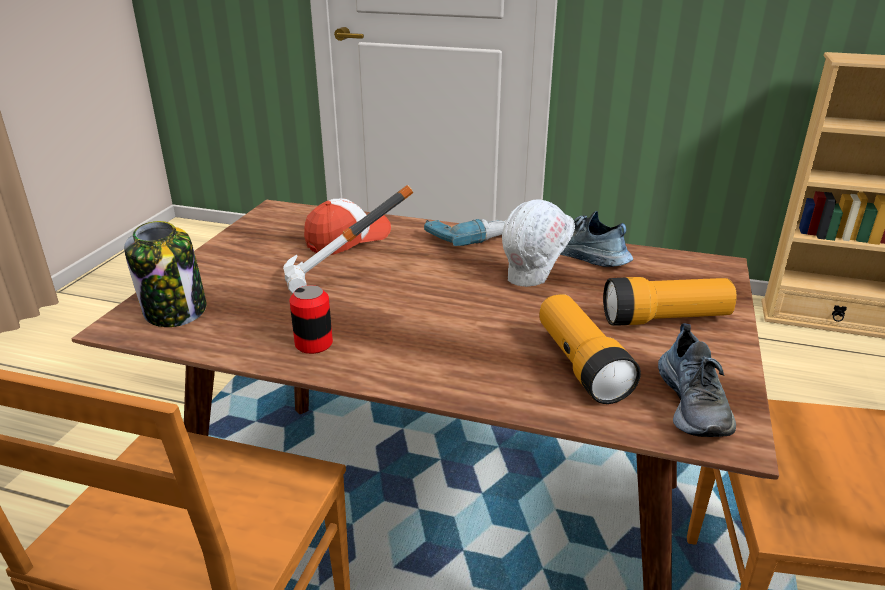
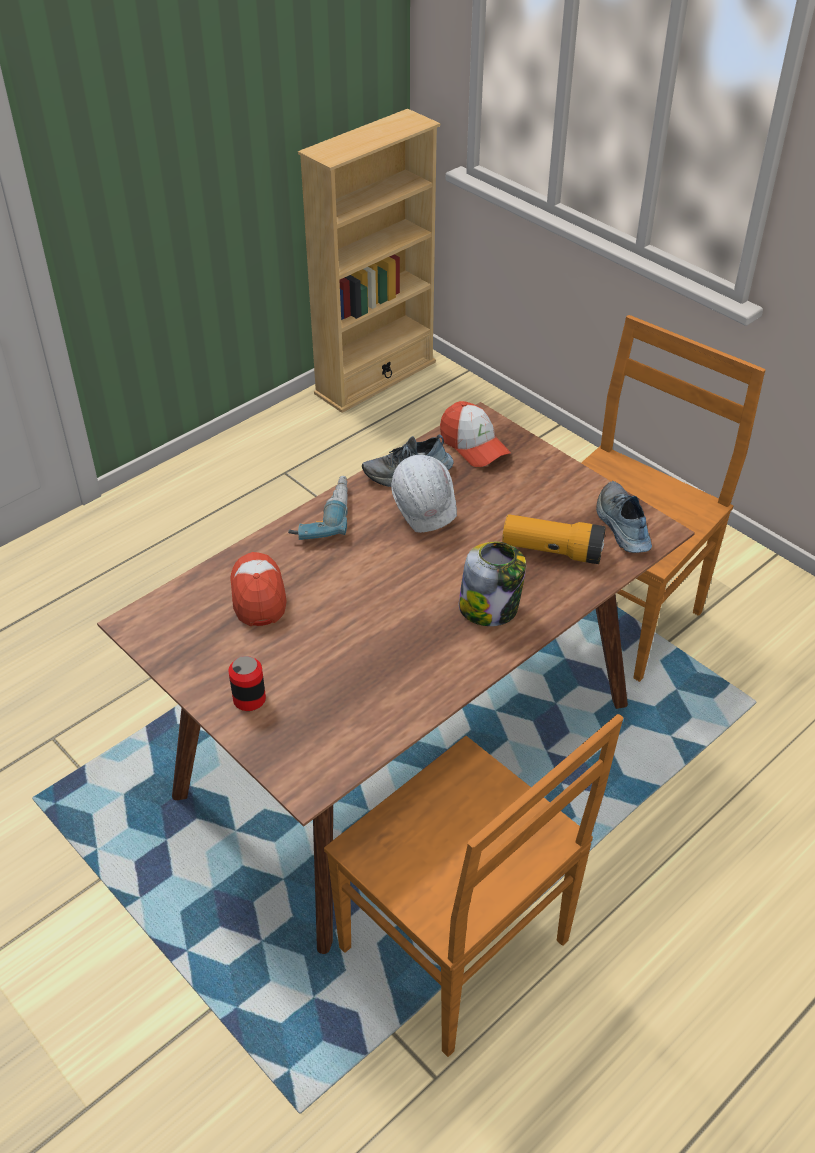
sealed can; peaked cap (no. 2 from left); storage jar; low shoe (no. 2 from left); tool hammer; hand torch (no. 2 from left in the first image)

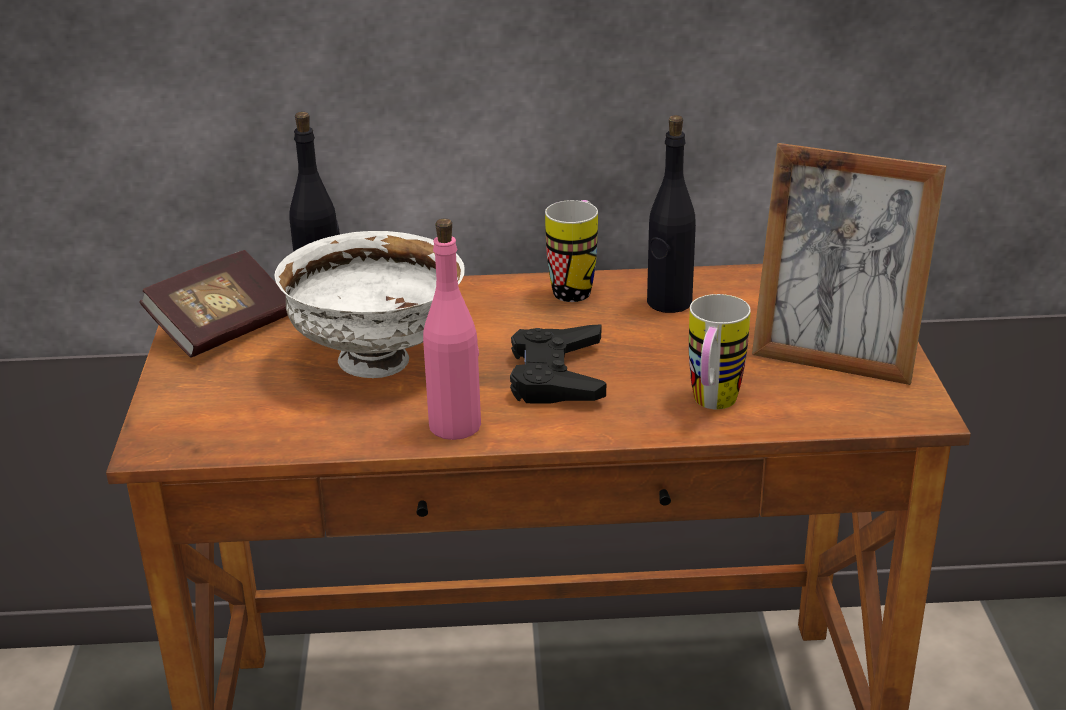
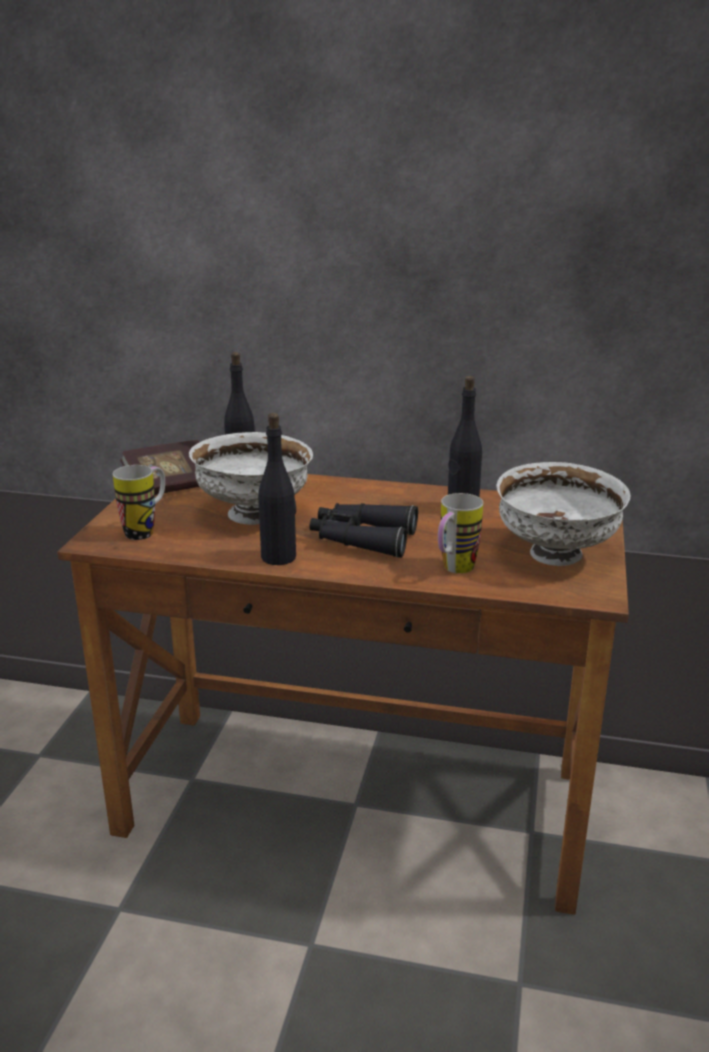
coffee mug (no. 1 from left); blackish beverage bottle (no. 2 from left); blackish field glasses; white-coloured deep dish (no. 2 from left)

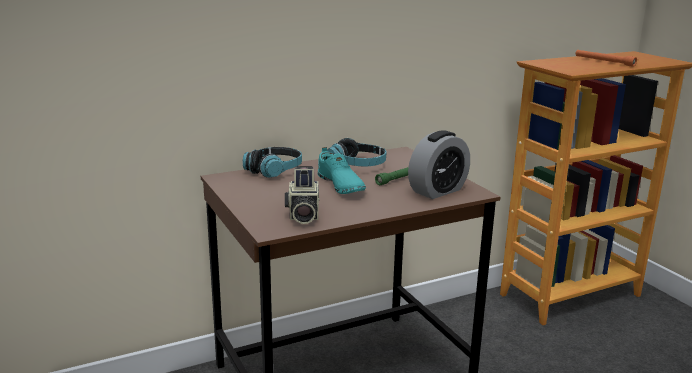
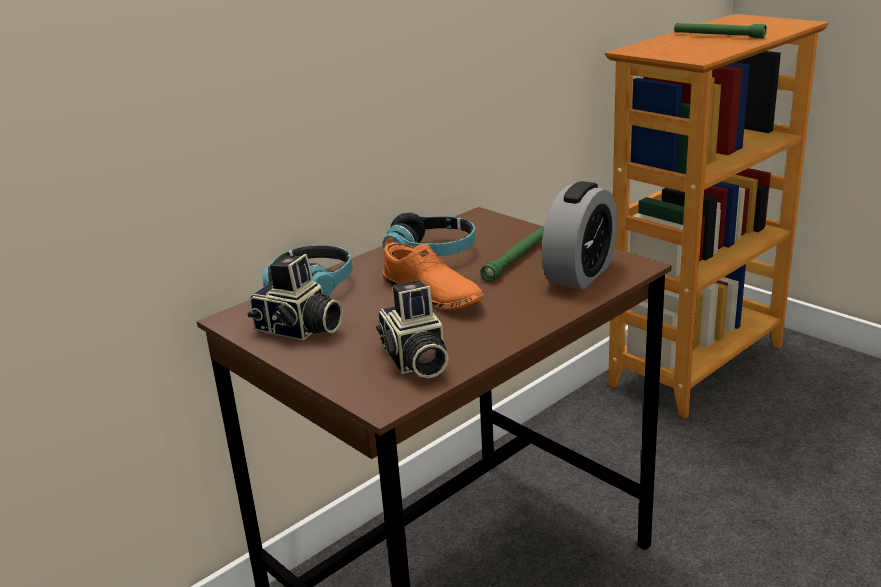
photo camera (no. 1 from left); orangey low shoe; green-coloured hand torch (no. 2 from left)

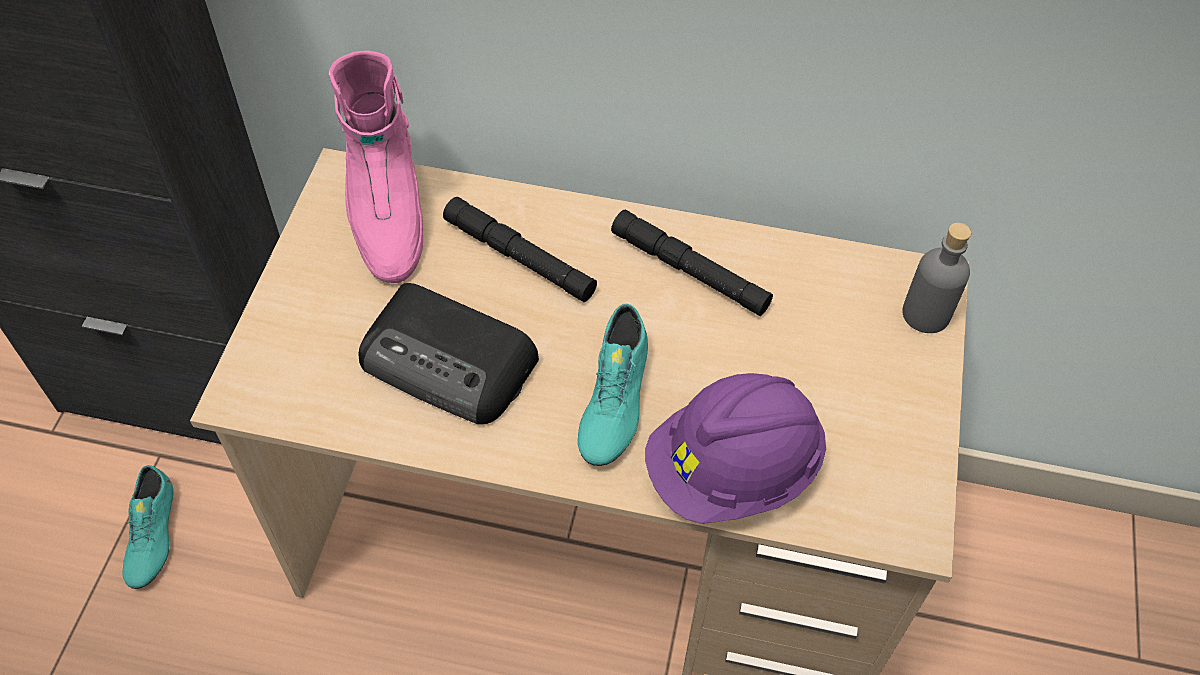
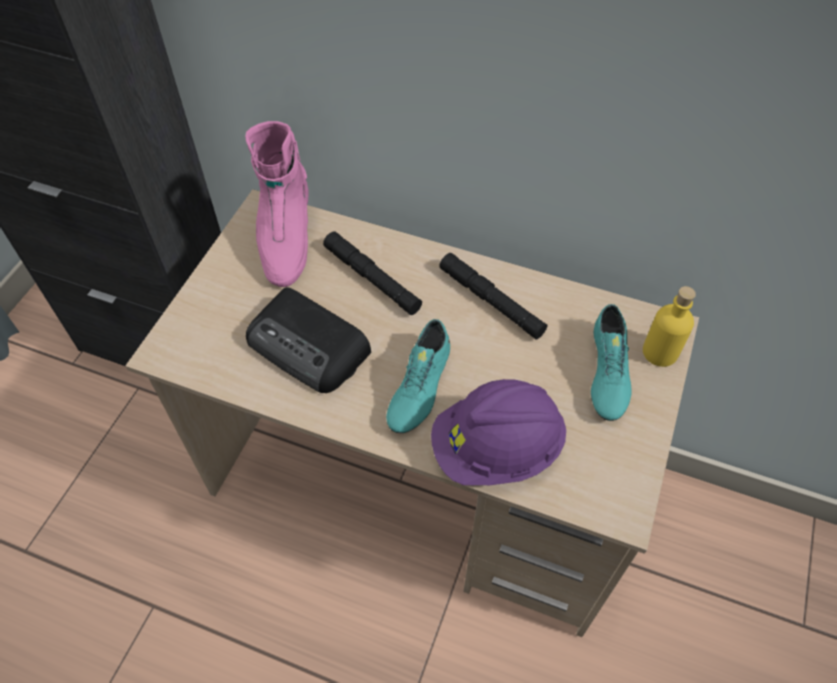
turquoise low shoe (no. 2 from left); yellow beverage bottle

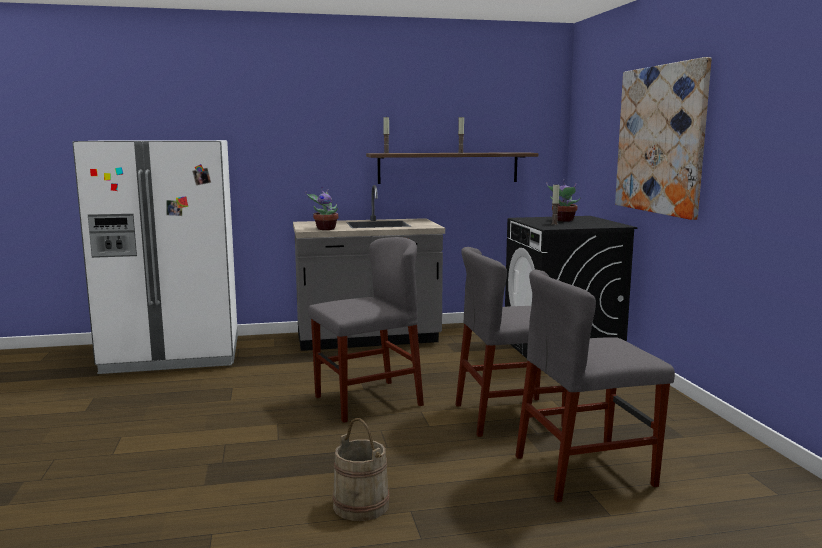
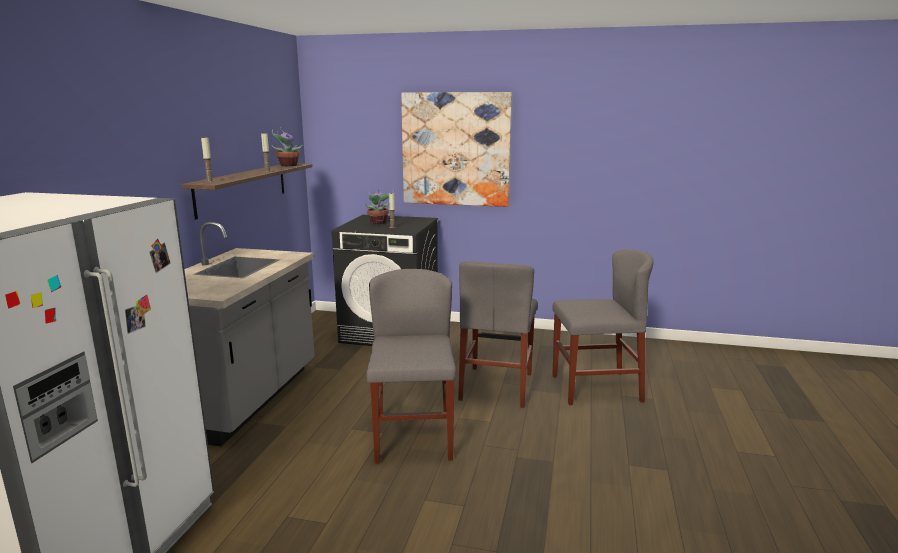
potted plant (no. 1 from left); grey plain chair (no. 3 from left); beige water bucket

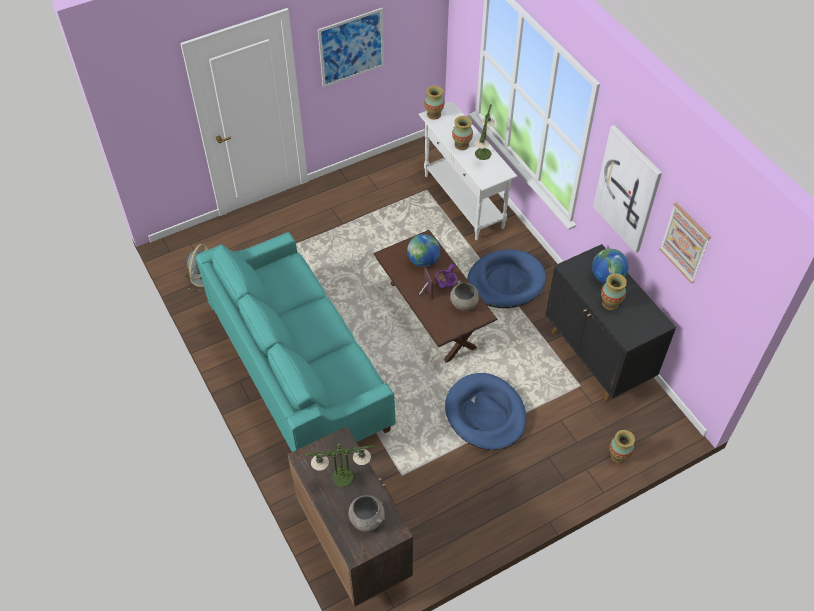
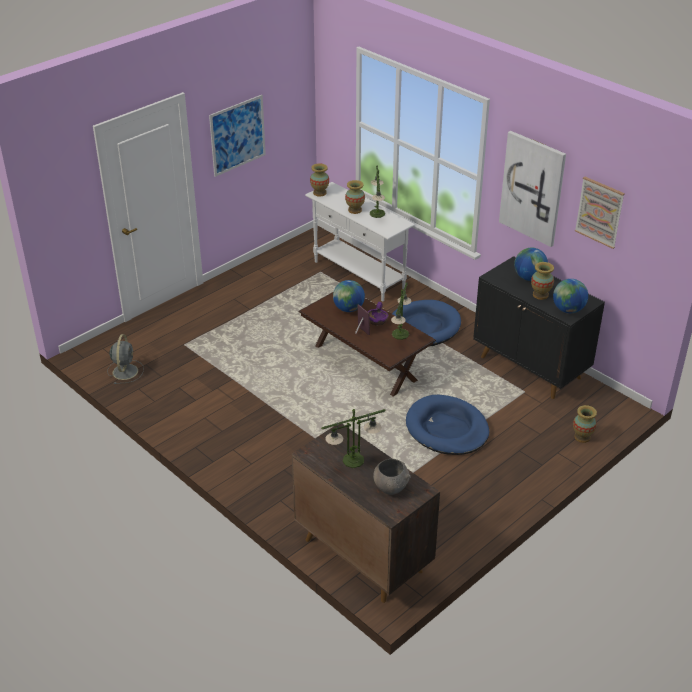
table lamp (no. 3 from left); world globe (no. 3 from left); turquoise sofa

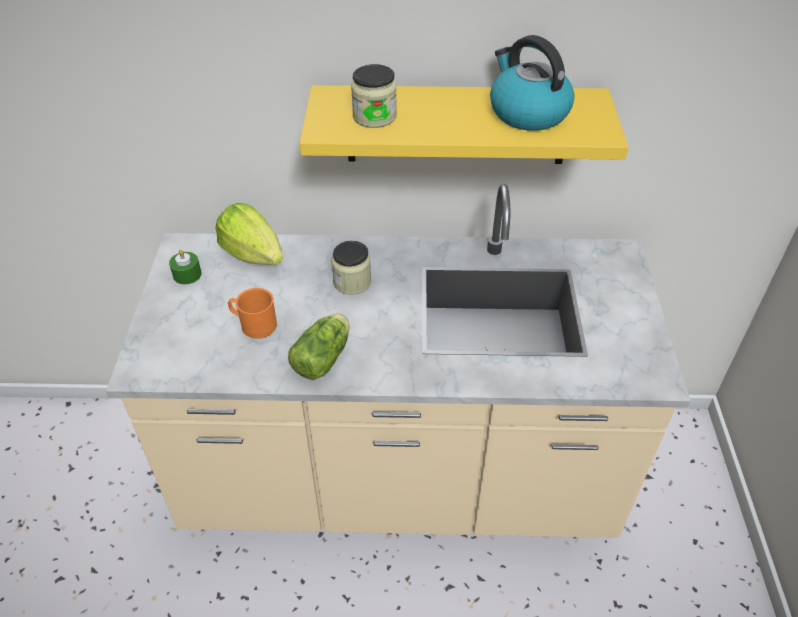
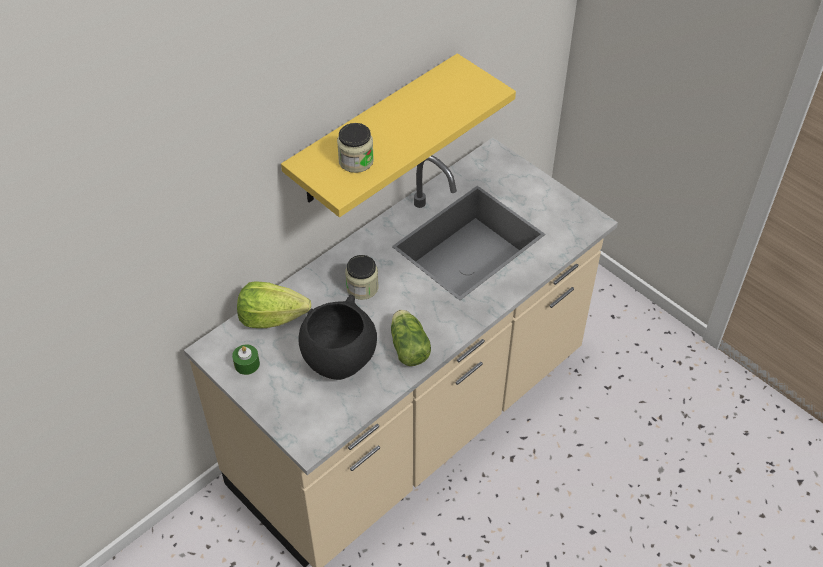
blackish deep dish; tea kettle

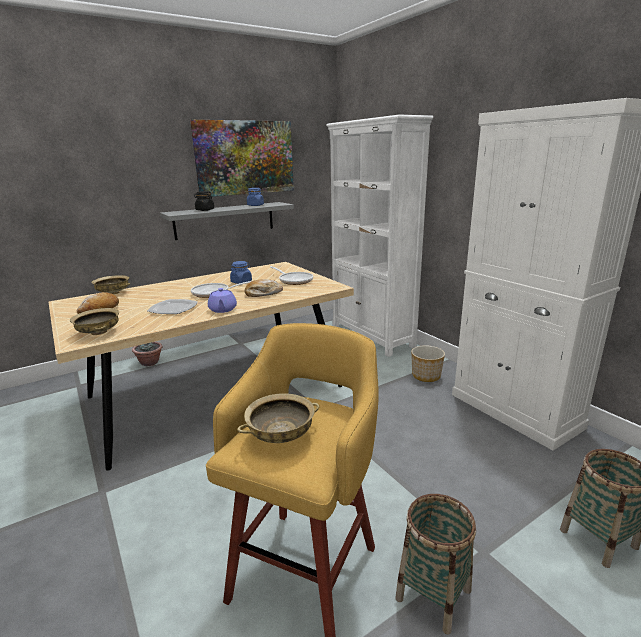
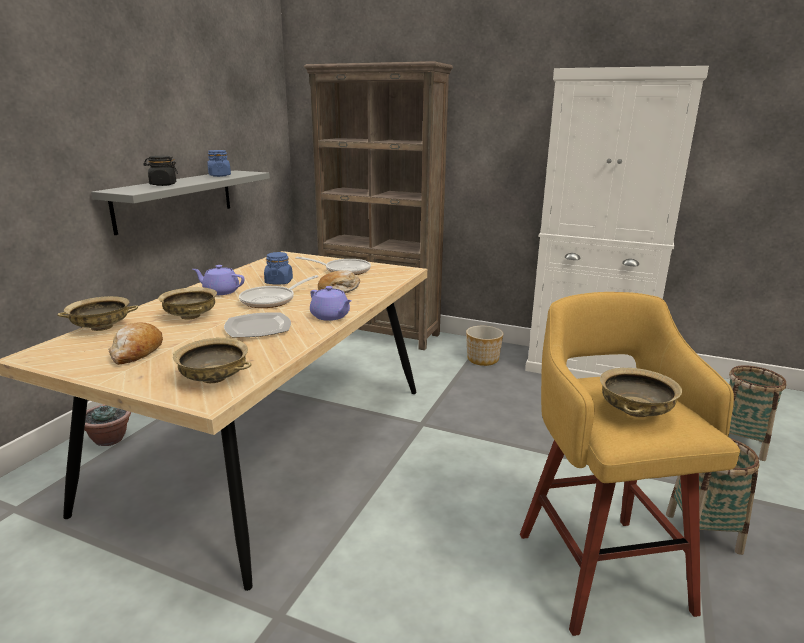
beige deep dish (no. 2 from left); purple-coloured tea pot (no. 1 from left); brownish shelving unit; wall art

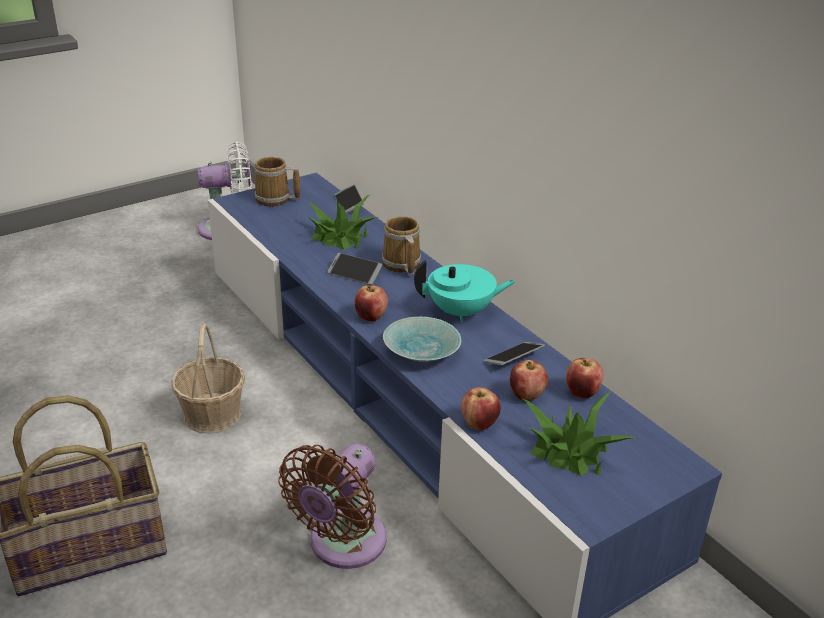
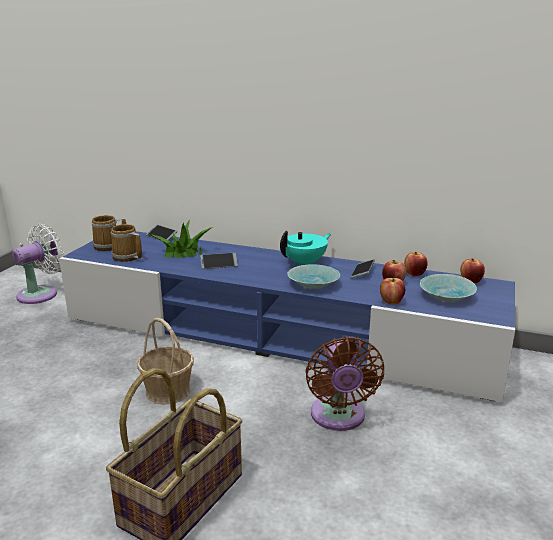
coffee mug (no. 2 from left); turquoise deep dish (no. 2 from left); apple (no. 4 from left)

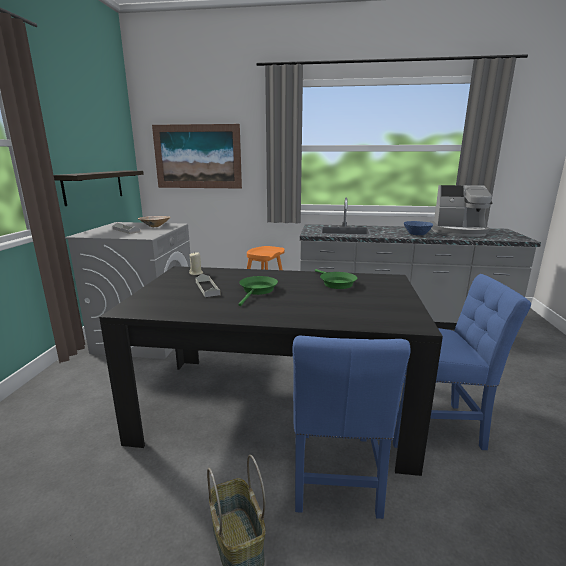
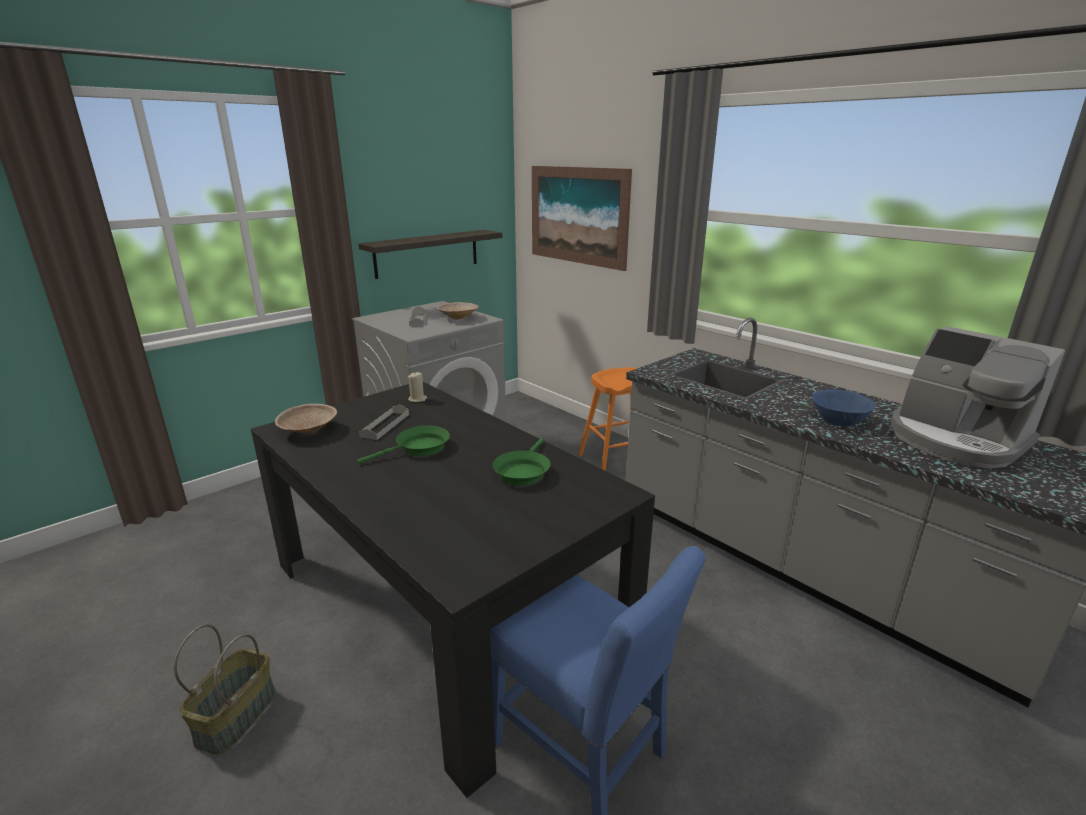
beige deep dish (no. 1 from left); blue-coloured plain chair (no. 1 from left in the first image)

